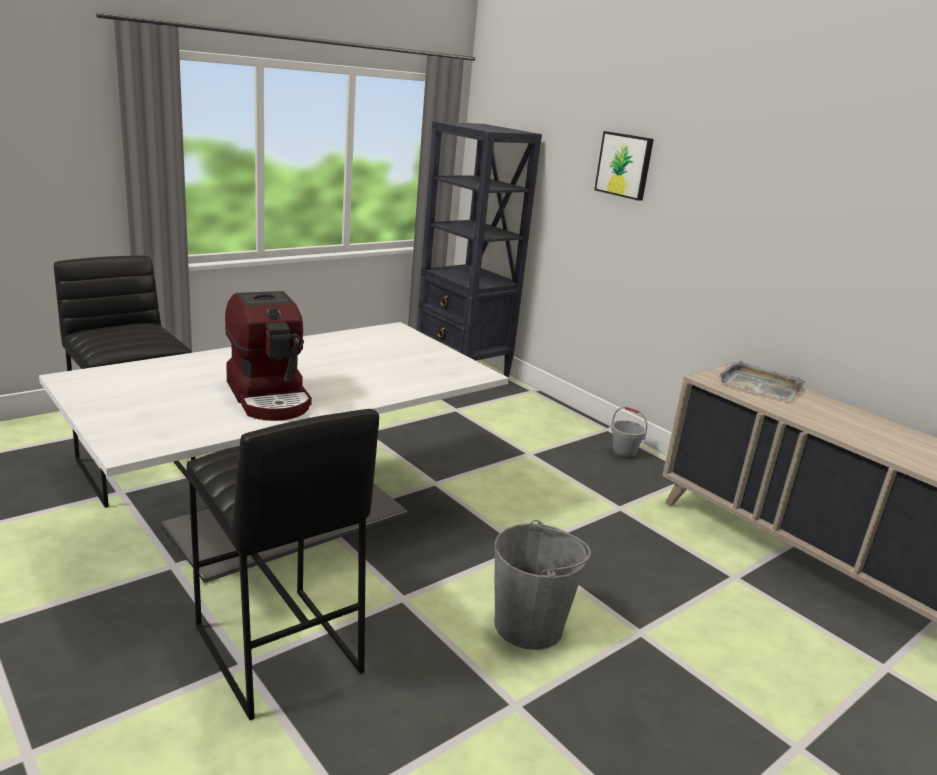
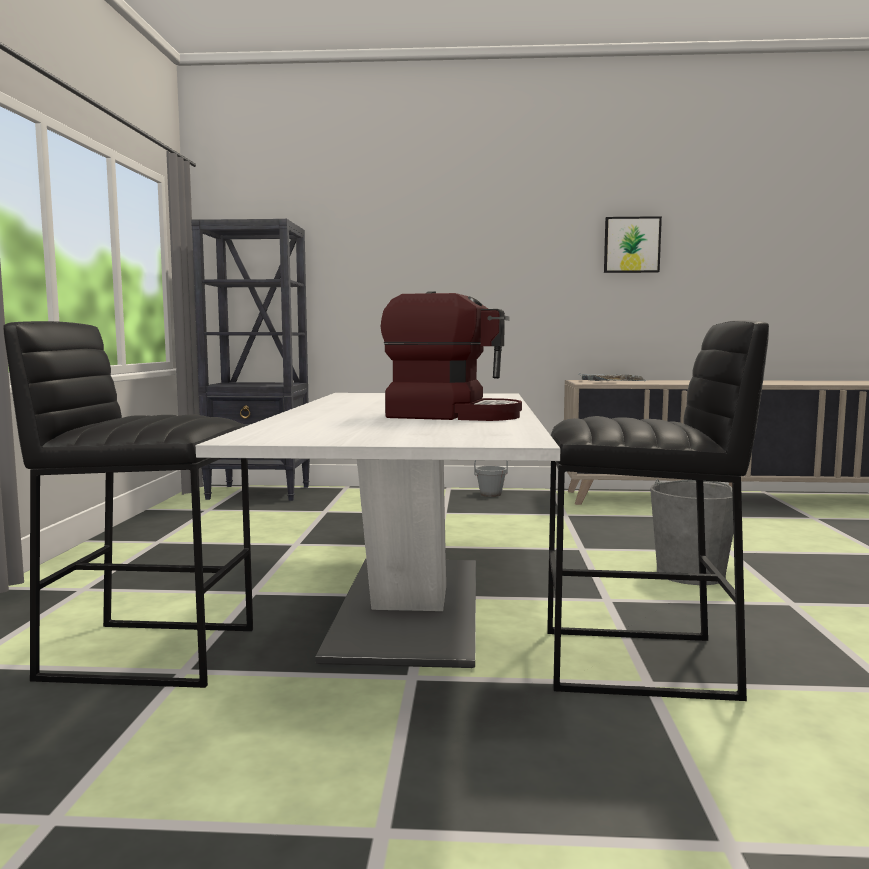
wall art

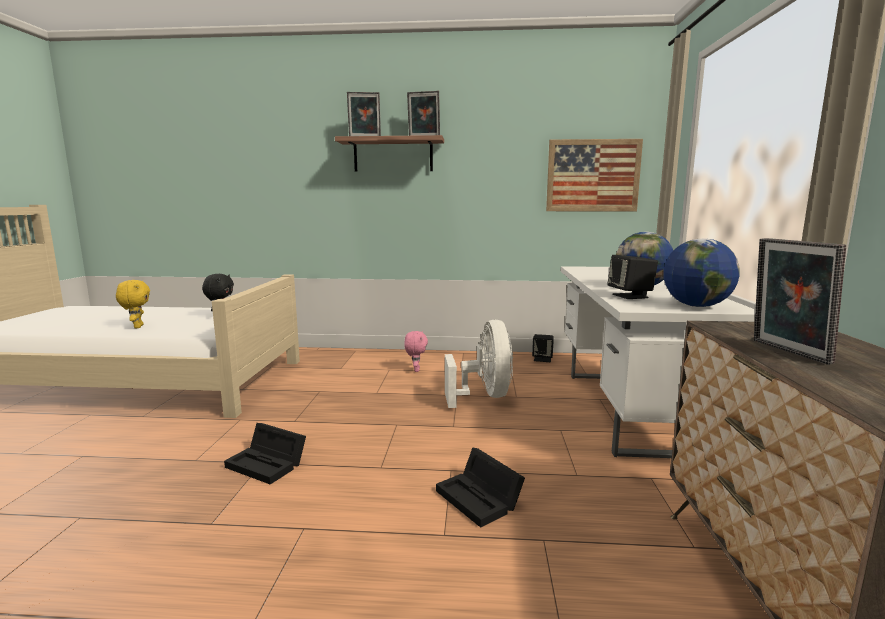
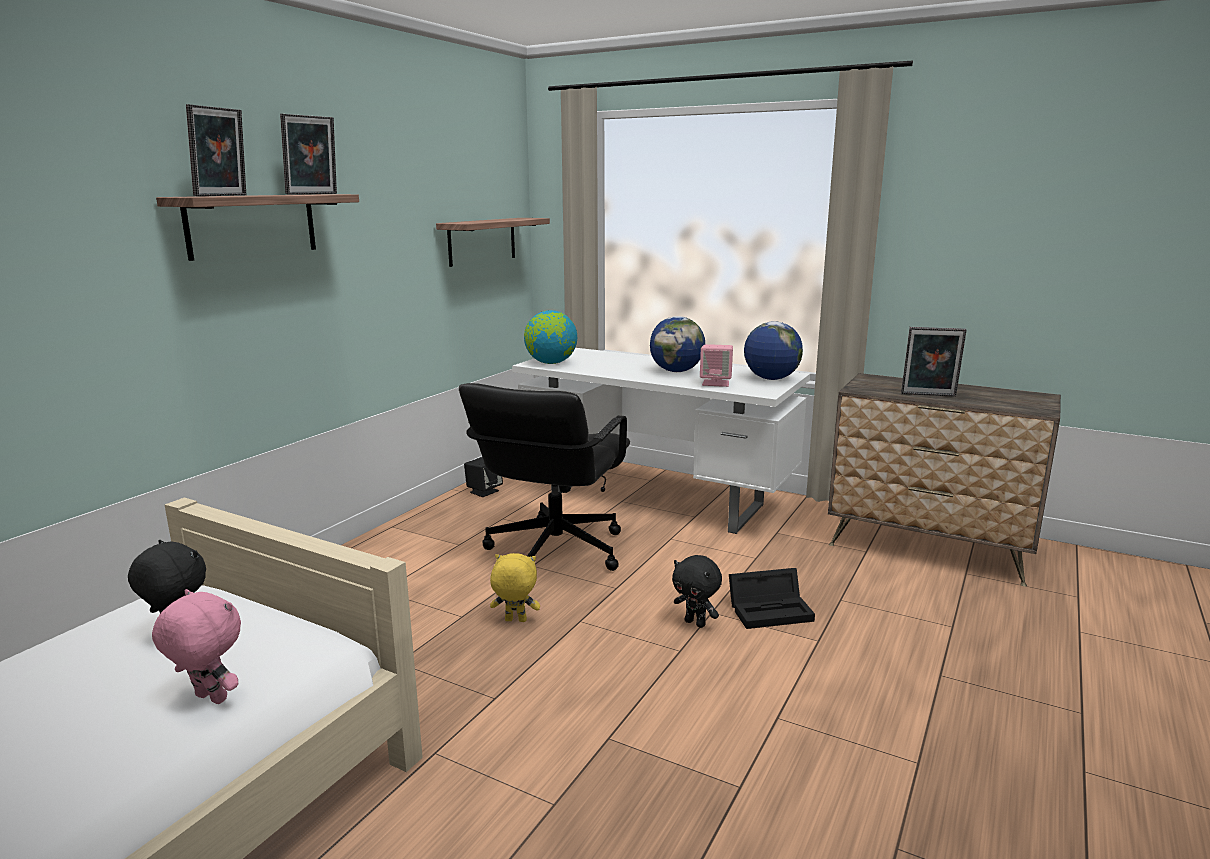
pinkish plush toy; wall shelf (no. 2 from left); blackish office chair; yellow plush toy; world globe (no. 1 from left); blackish plush toy (no. 2 from left); pinkish audio speaker; blackish storage container (no. 1 from left in the first image)

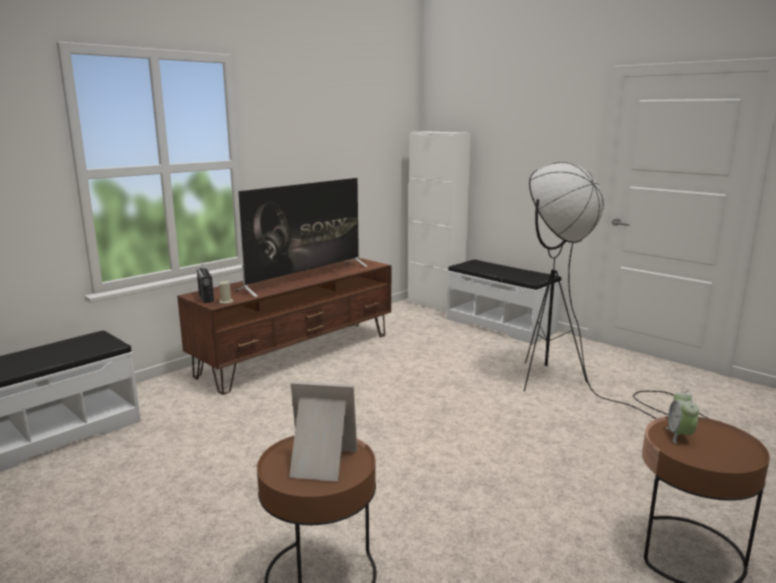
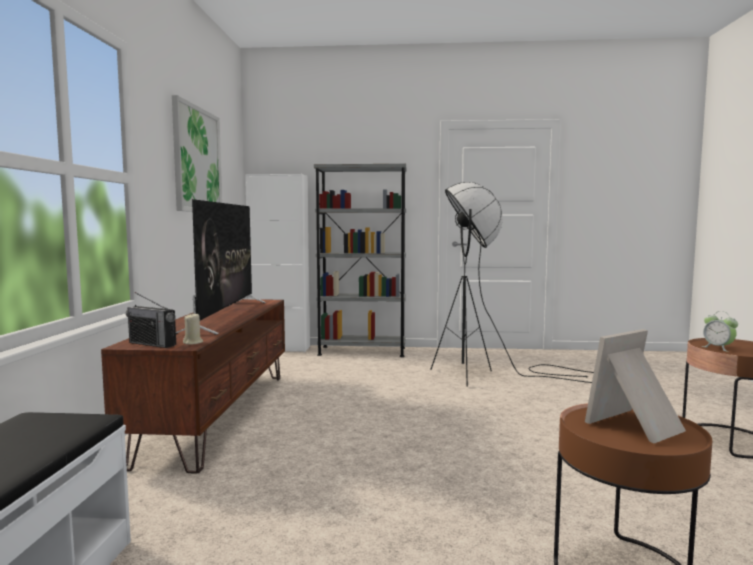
wall art; grey shelving unit

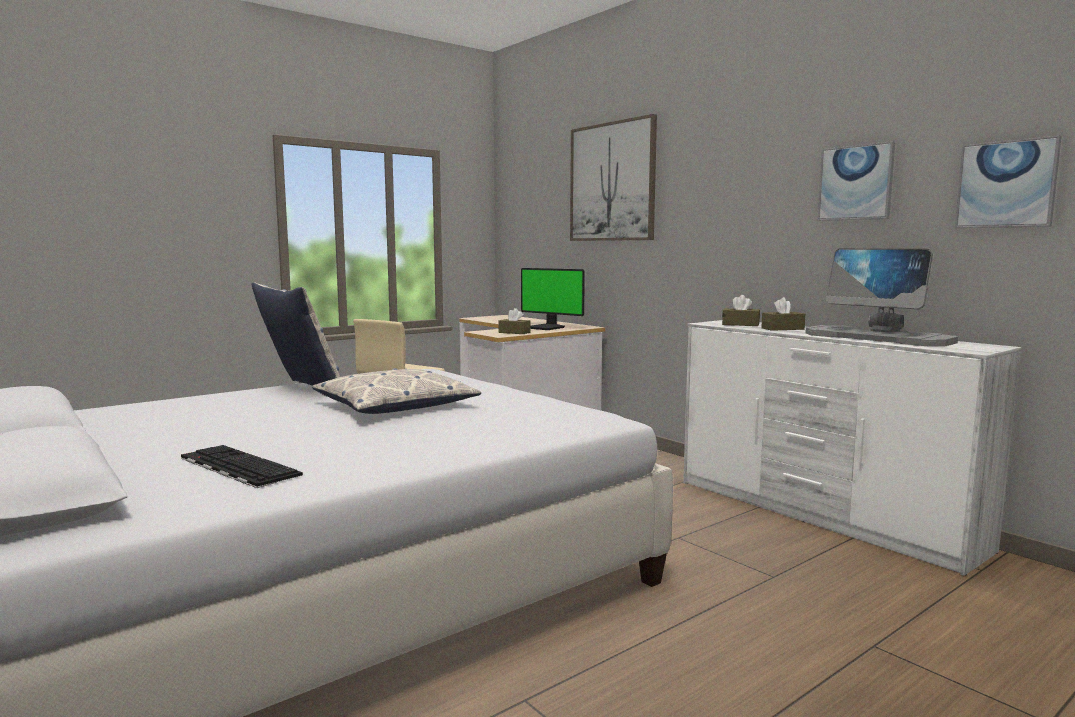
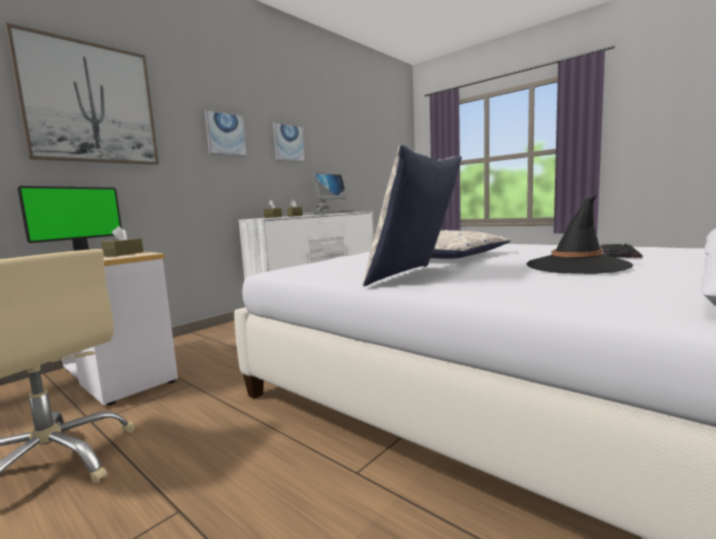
wall art (no. 2 from left); blackish wearable hat

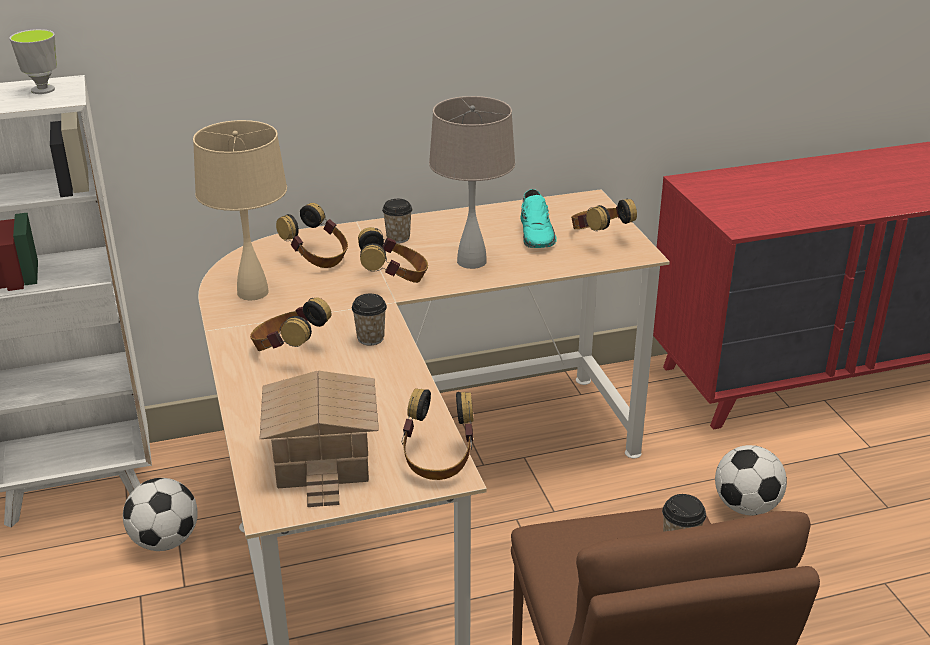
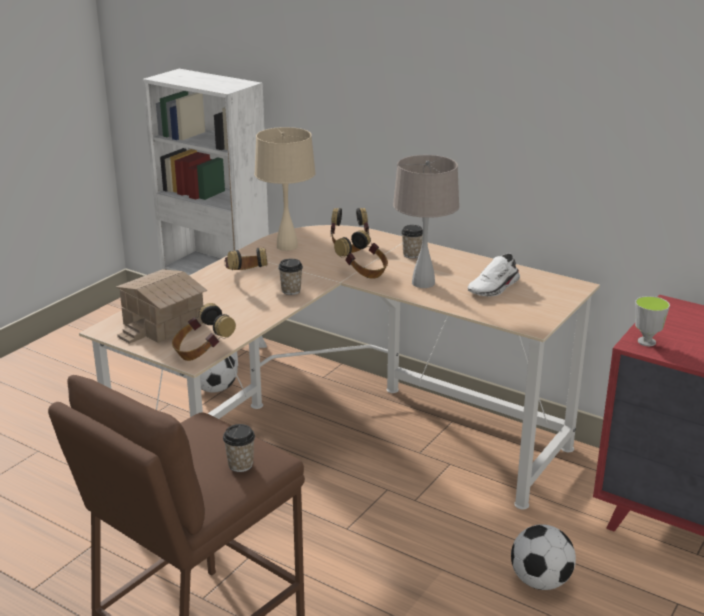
white-coloured low shoe; small cup (no. 4 from left); headphones (no. 5 from left in the first image)

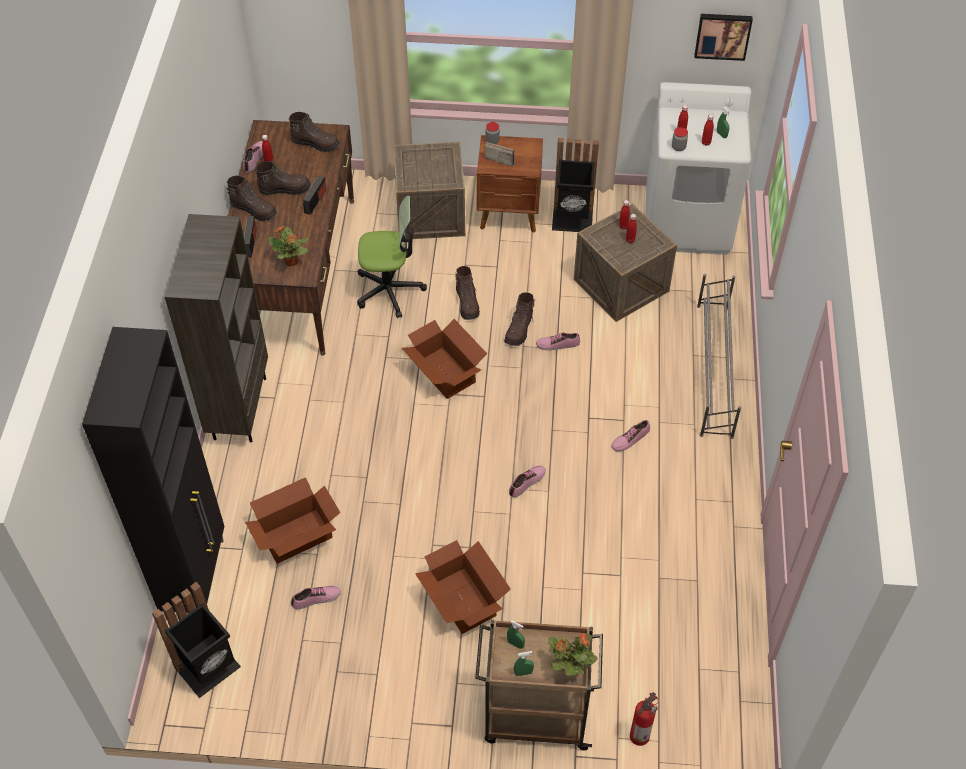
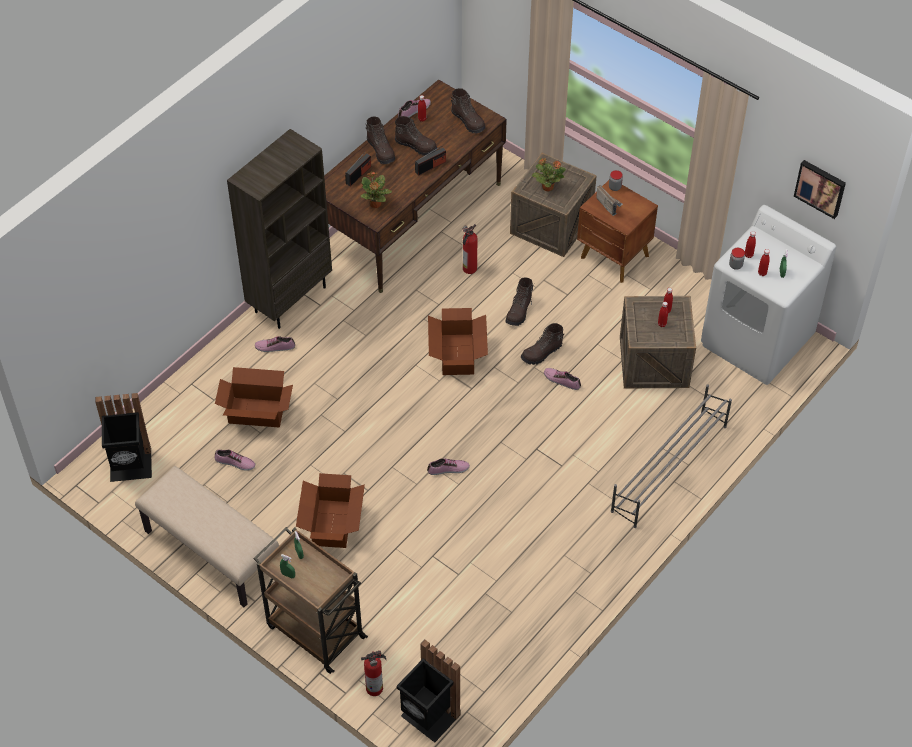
beige indoor bench; low shoe (no. 2 from left); blackish rubbish bin (no. 2 from left); fire extinguisher (no. 2 from left); potted plant (no. 2 from left); blackish storage cabinet

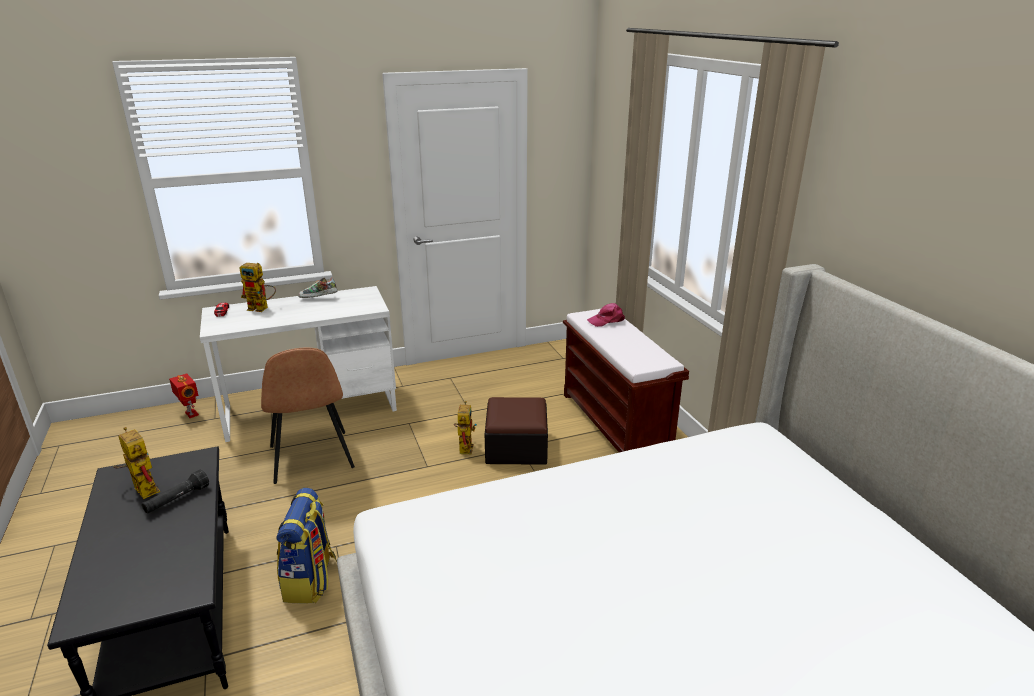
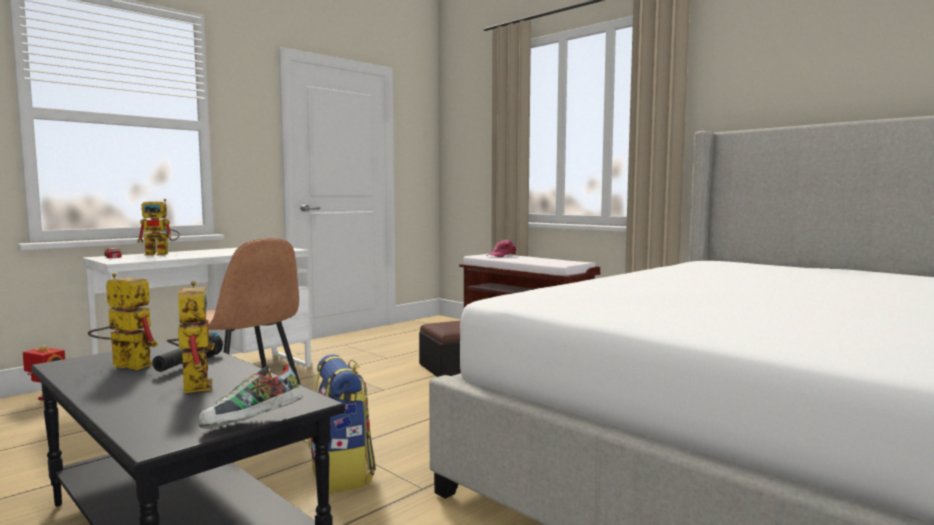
robot figure (no. 4 from left); low shoe

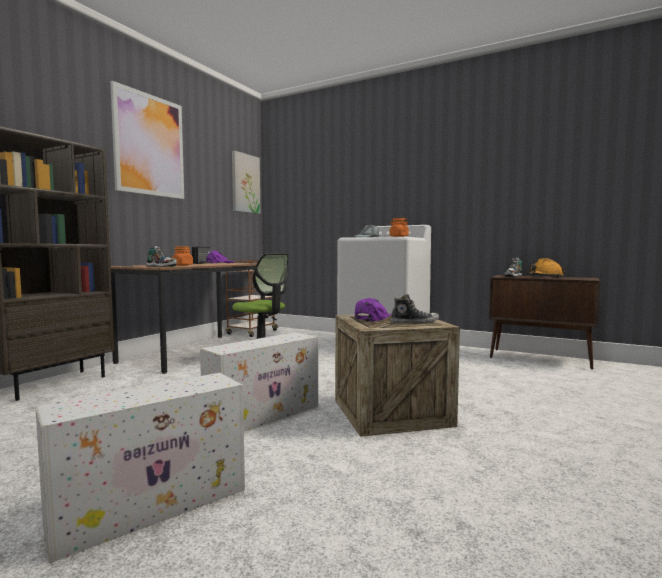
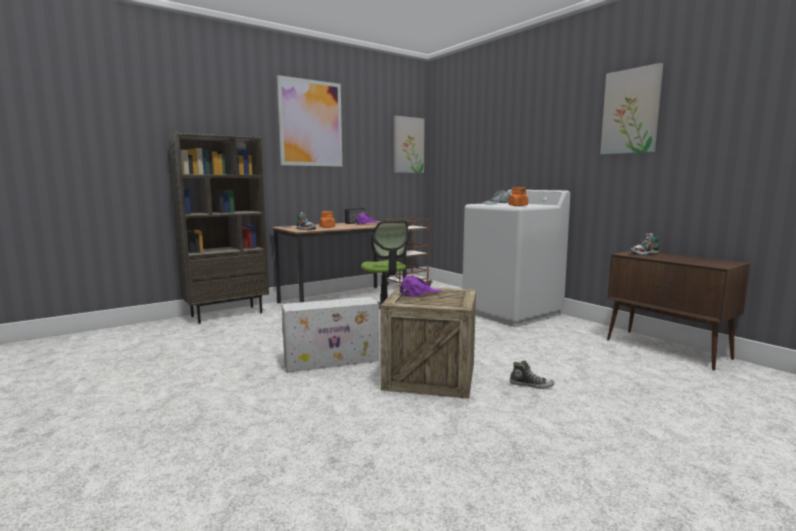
low shoe (no. 2 from left); wall art (no. 3 from left); white-coloured storage container (no. 1 from left in the first image); orangey work helmet

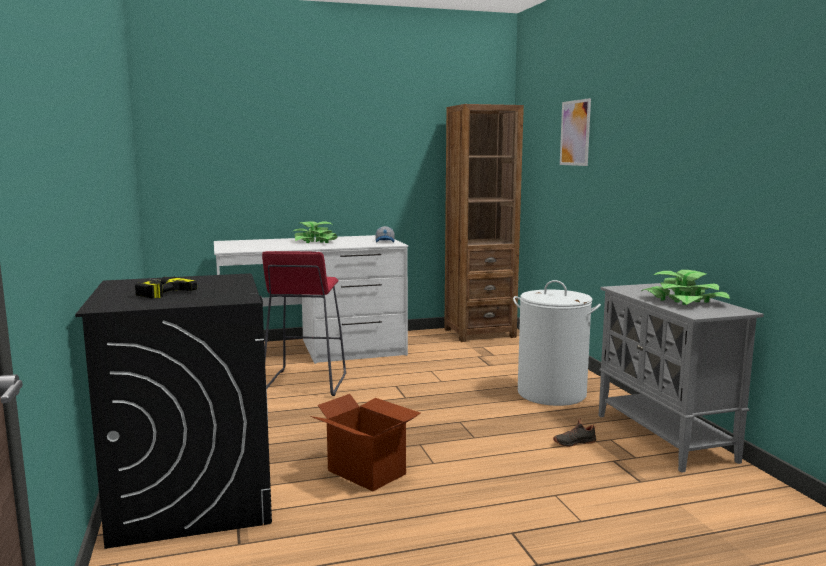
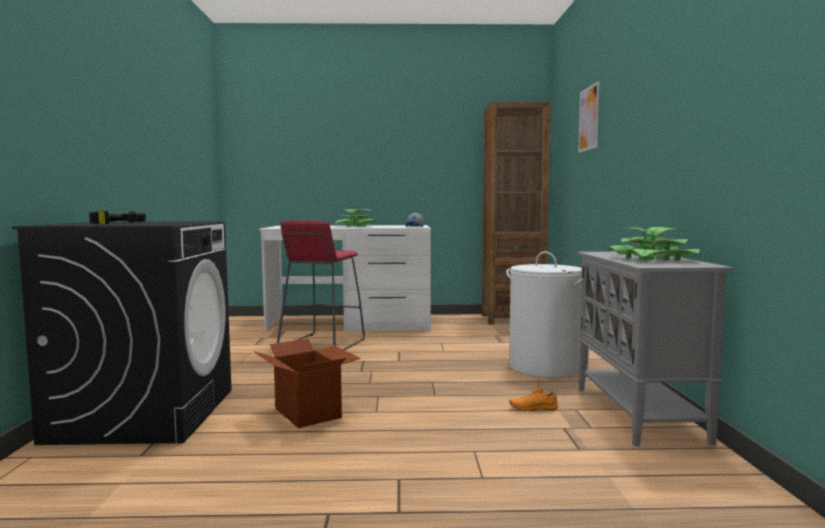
orangey low shoe

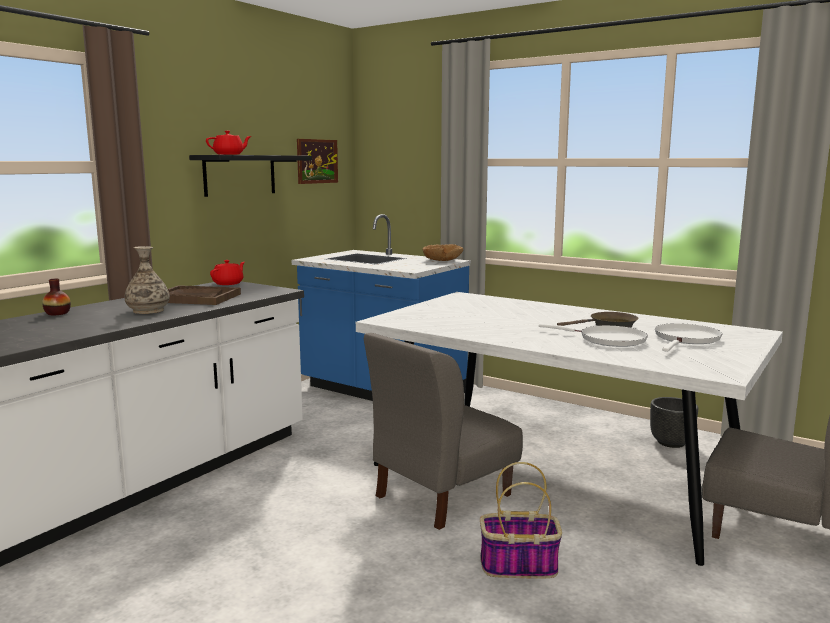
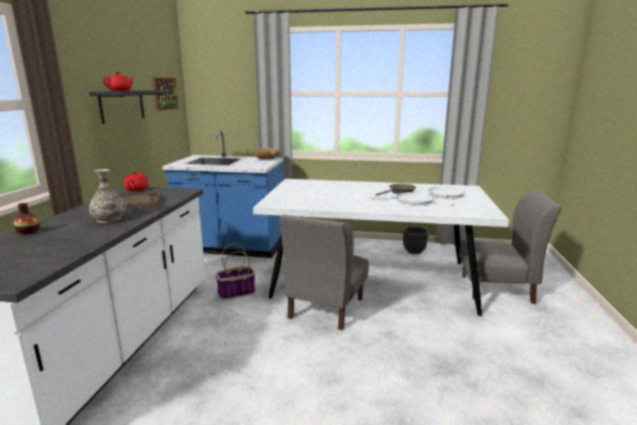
household basket

